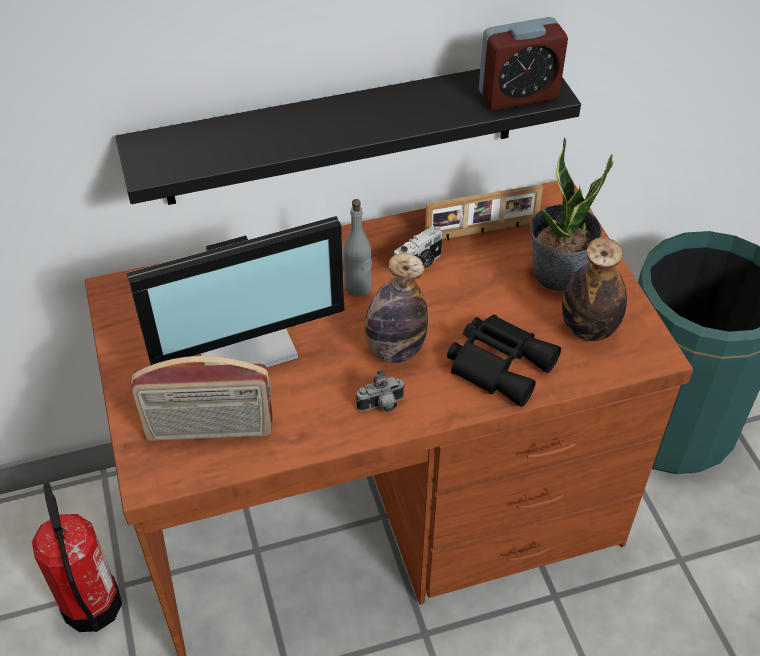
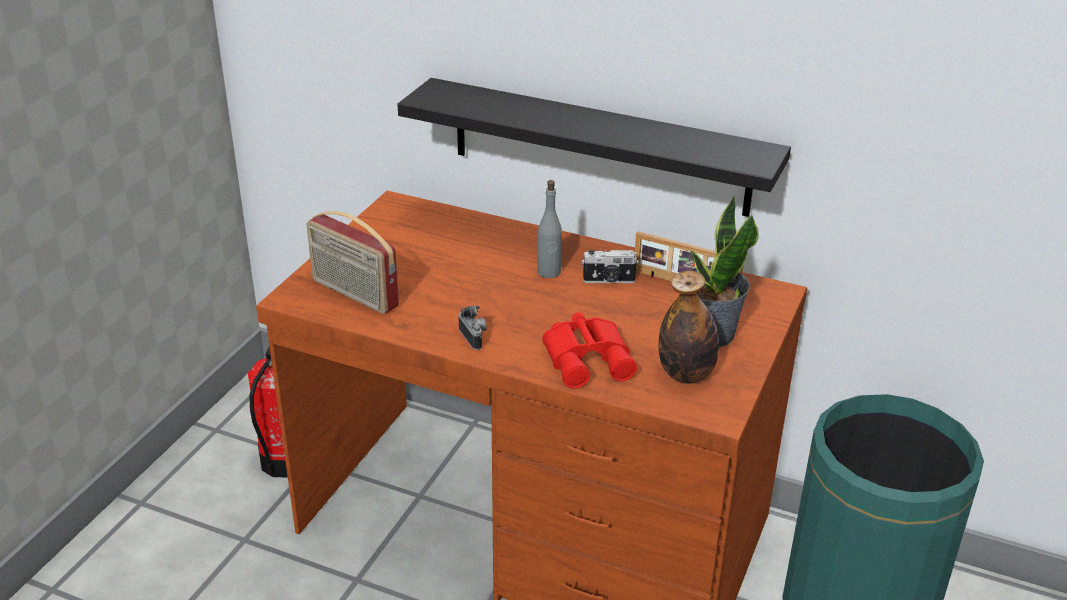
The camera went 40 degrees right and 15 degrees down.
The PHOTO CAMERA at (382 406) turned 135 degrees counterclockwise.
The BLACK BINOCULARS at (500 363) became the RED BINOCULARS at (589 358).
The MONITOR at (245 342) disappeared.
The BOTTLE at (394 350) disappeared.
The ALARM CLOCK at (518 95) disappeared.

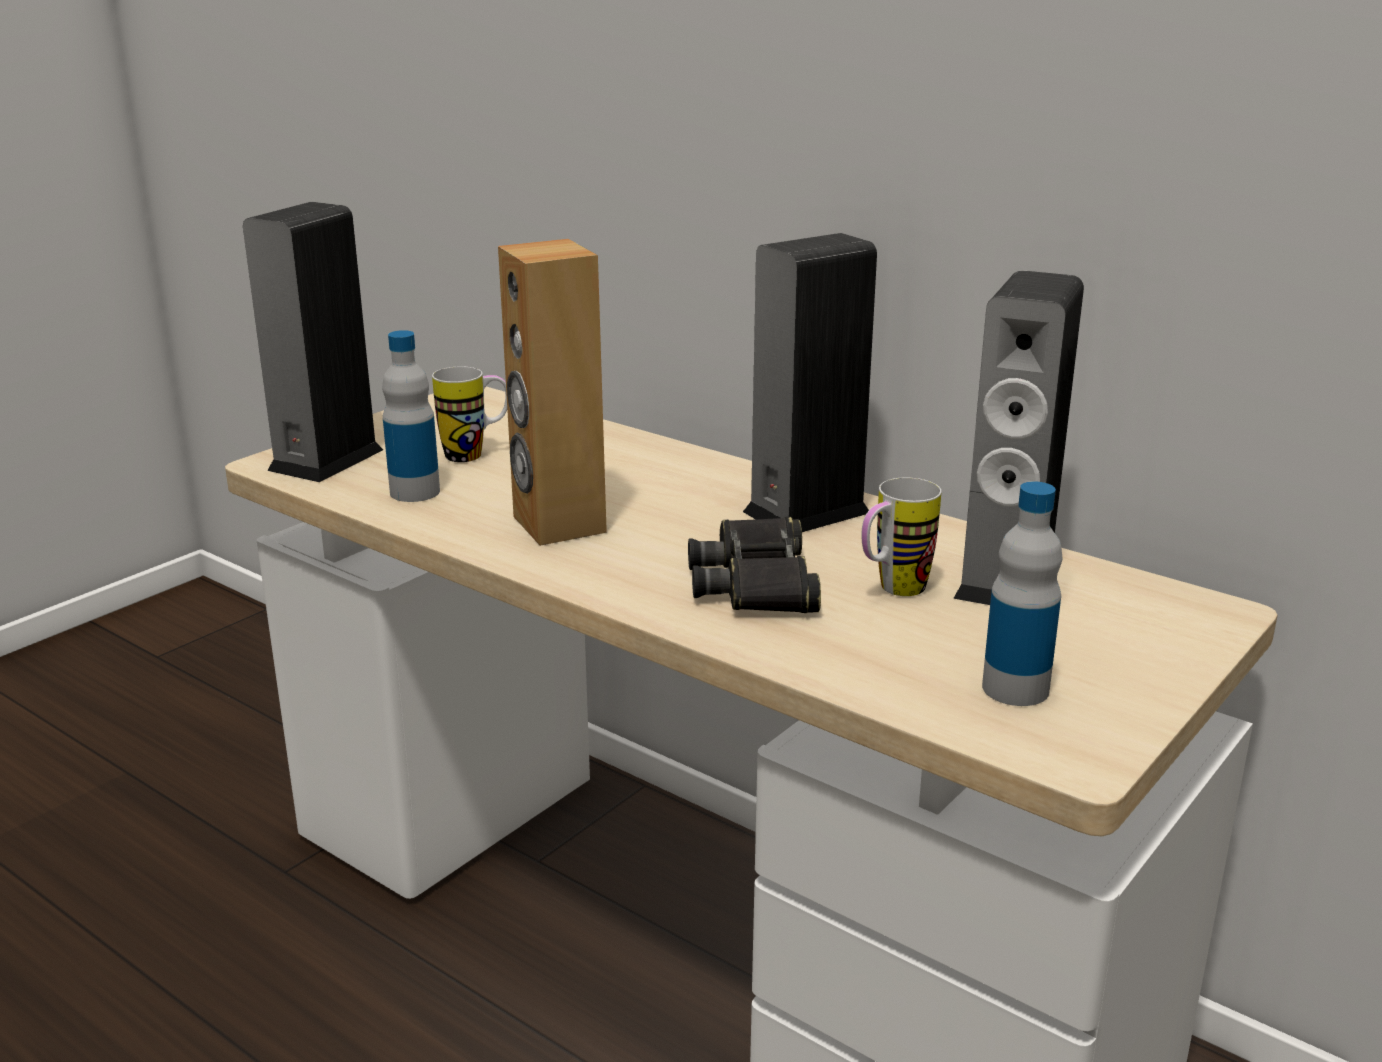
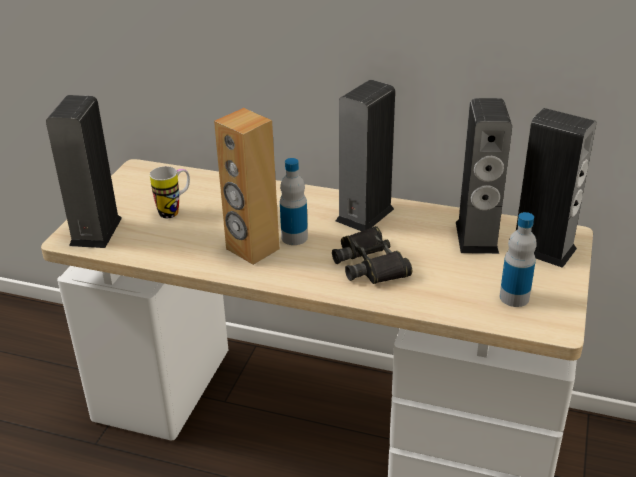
The camera went 20 degrees left and 10 degrees up.
The BOTTLE moved from (415 492) to (294 237).
The SPEAKER at (542 249) appeared.
The MUG at (892 591) disappeared.

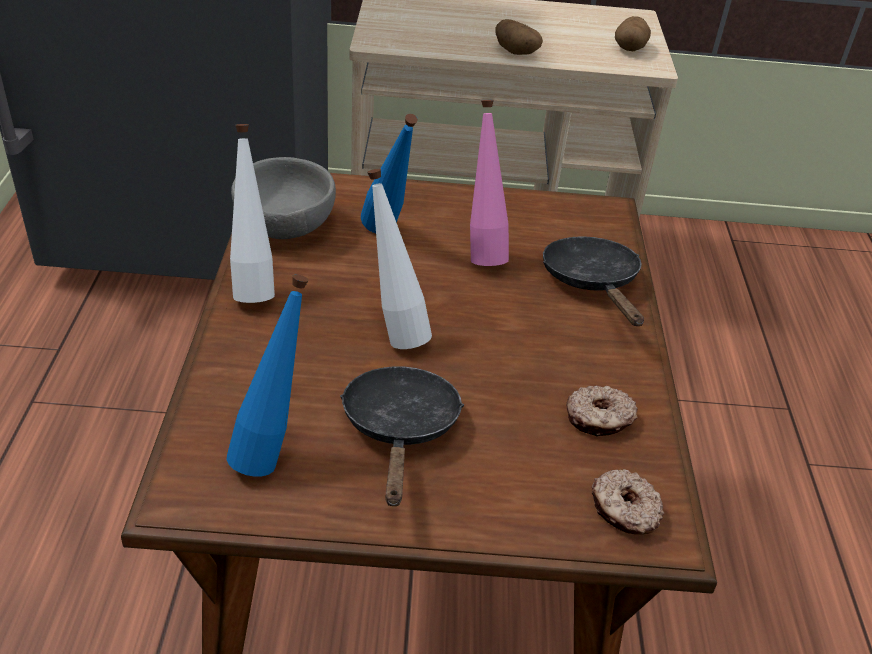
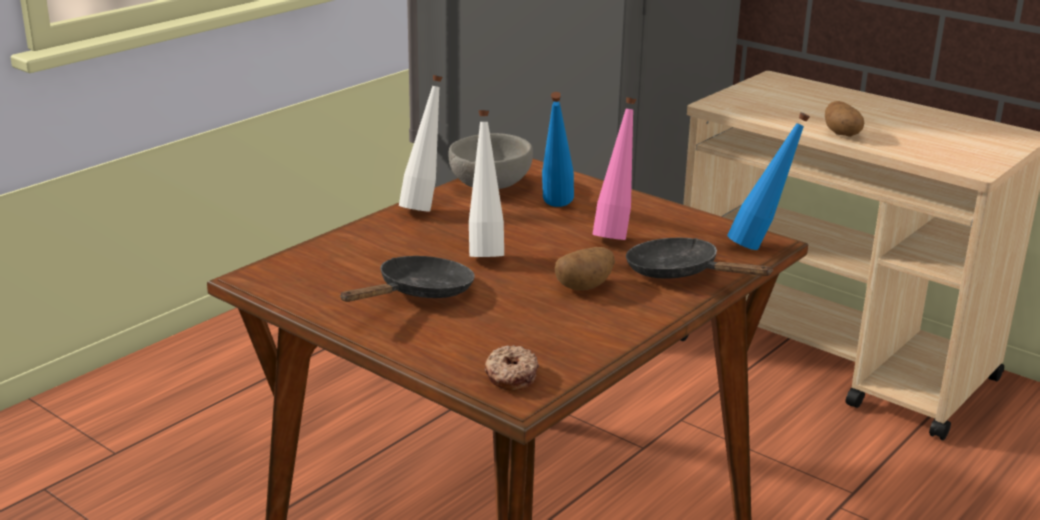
The camera went 40 degrees right and 15 degrees down.
The POTATO moved from (629 47) to (585 286).
The BLACK FRYING PAN at (592 282) turned 75 degrees counterclockwise.
The BLUE BOTTLE moved from (273 451) to (761 245).
The DONUT at (599 419) disappeared.

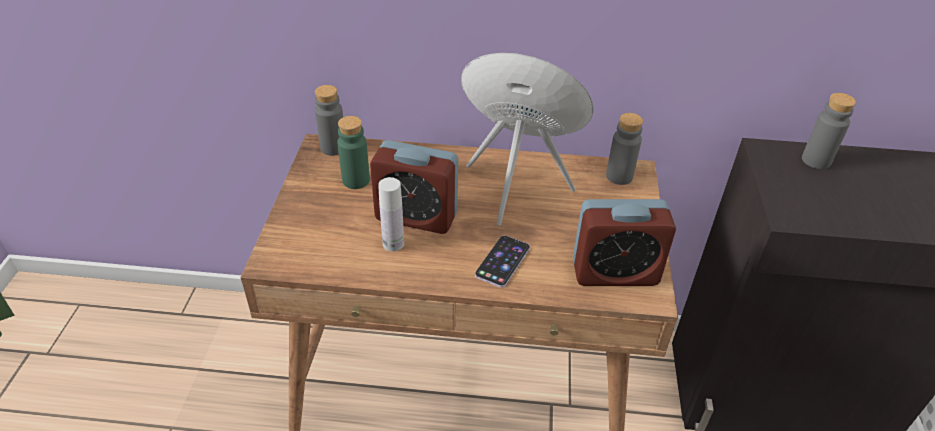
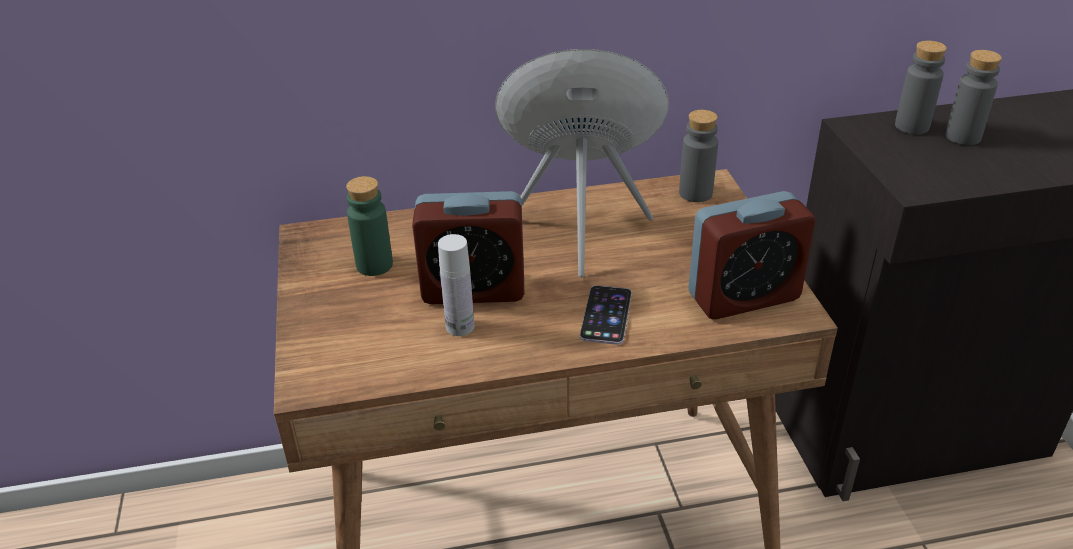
The camera went 15 degrees left and 5 degrees down.
The GREY BOTTLE moved from (333 148) to (963 137).

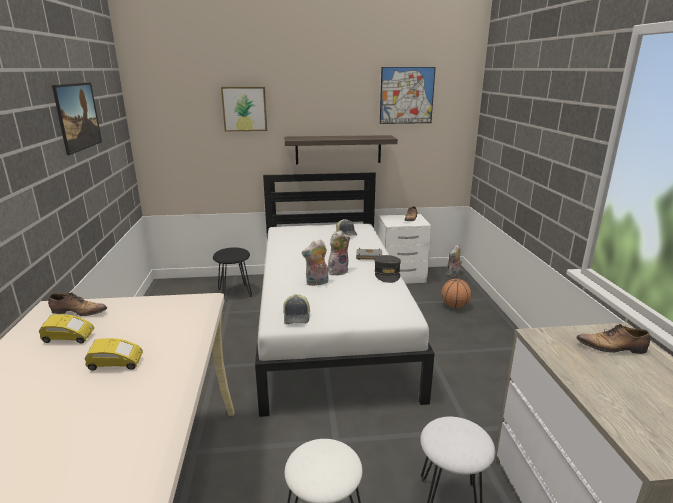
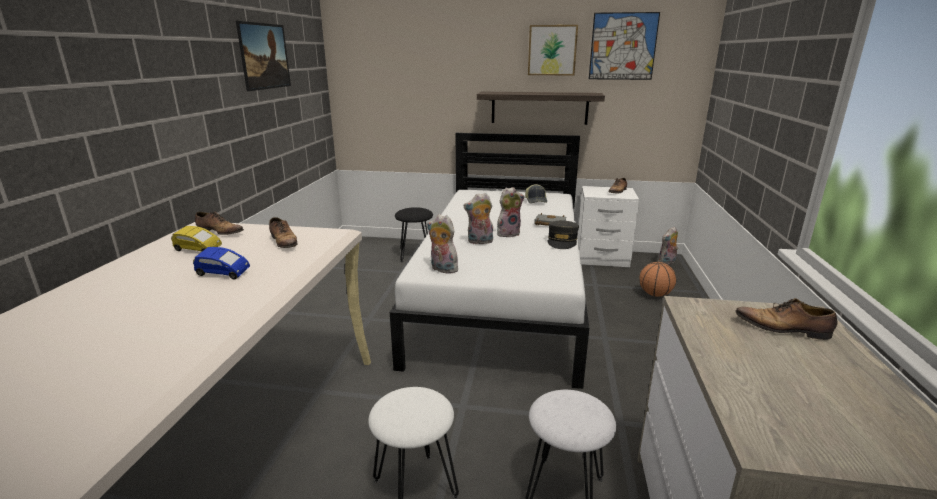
The camera went 15 degrees right and 0 degrees up.
The YELLOW TOY CAR at (115 365) became the BLUE TOY CAR at (222 274).
The SHOE at (284 242) appeared.
The CAP at (297 317) was replaced by the PLUSH TOY at (442 269).
The PICTURE moved from (244 109) to (552 50).

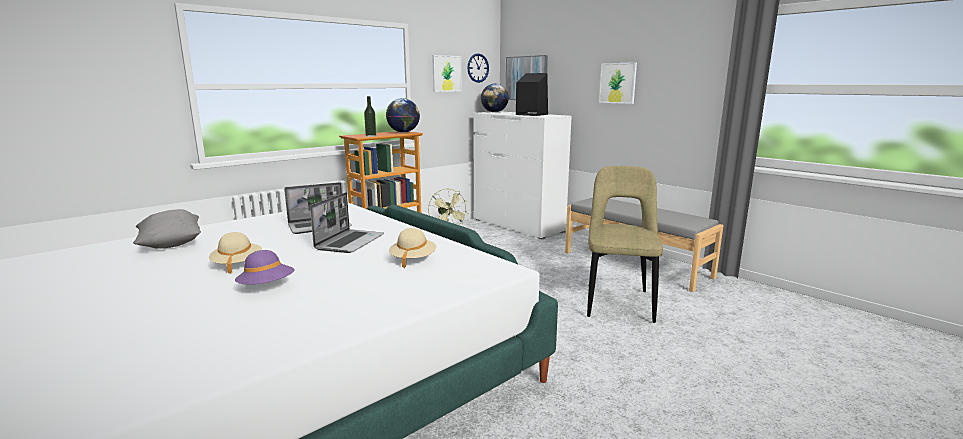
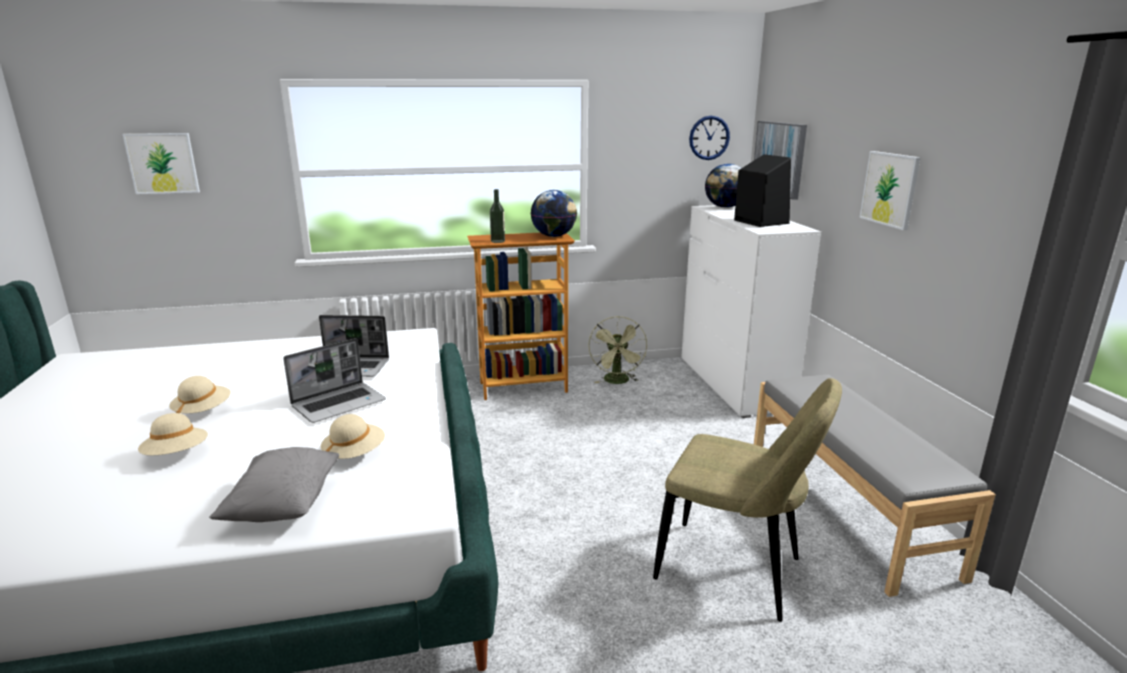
The camera went 30 degrees right and 5 degrees up.
The PICTURE moved from (446 73) to (162 163).
The PURPLE HAT at (267 287) became the BEIGE HAT at (177 455).
The GREY PILLOW moved from (171 244) to (283 506).
The BEIGE CHAIR at (618 301) turned 75 degrees clockwise.

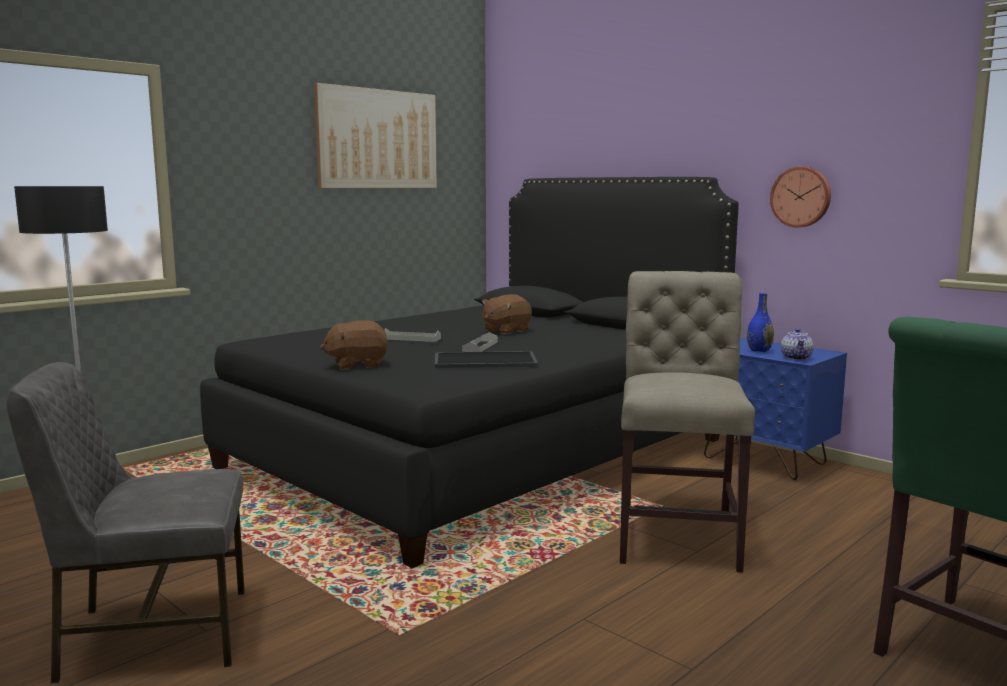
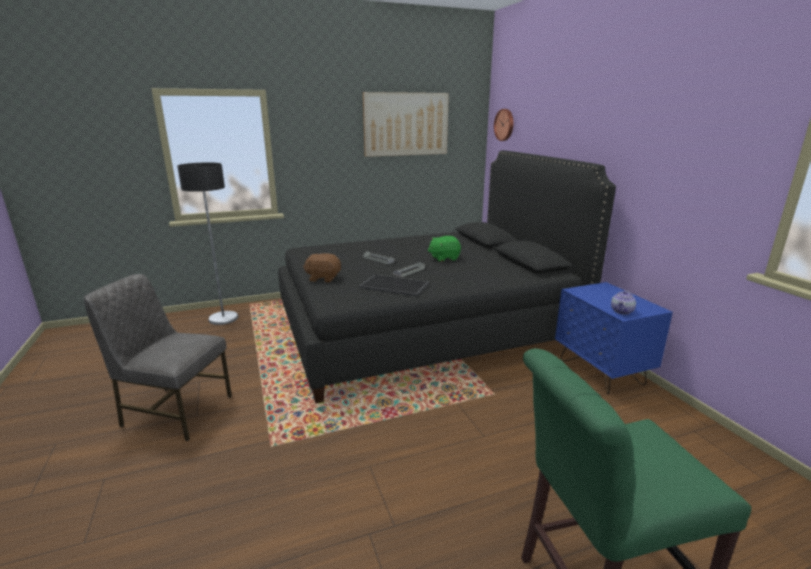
The camera went 25 degrees right and 10 degrees up.
The BROWN PLUSH TOY at (505 331) became the GREEN PLUSH TOY at (444 258).
The WALL CLOCK moved from (801 197) to (505 125).
The BEIGE CHAIR at (678 534) disappeared.
The BLUE VASE at (759 351) disappeared.

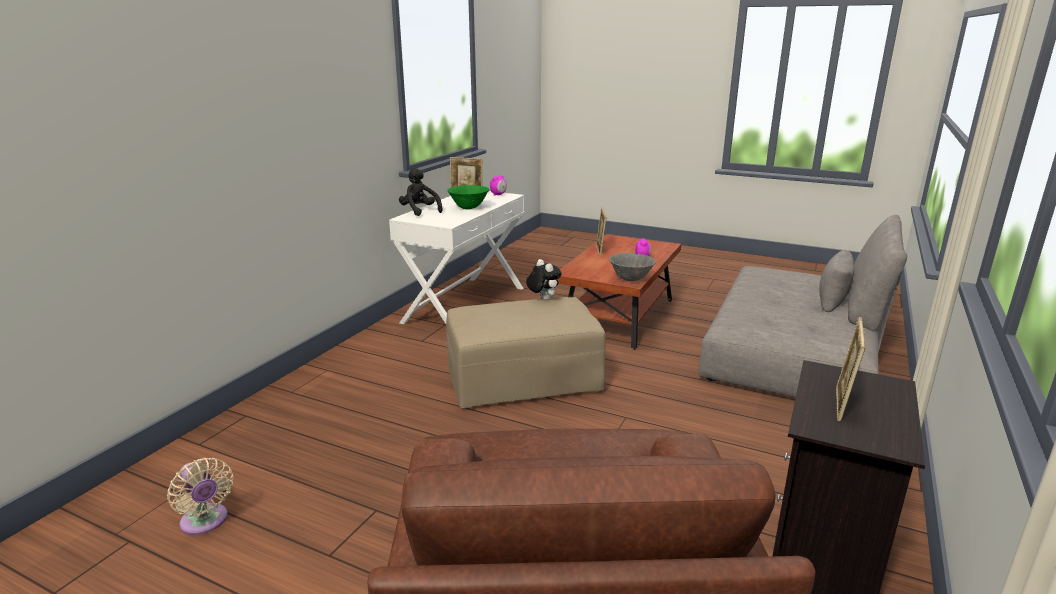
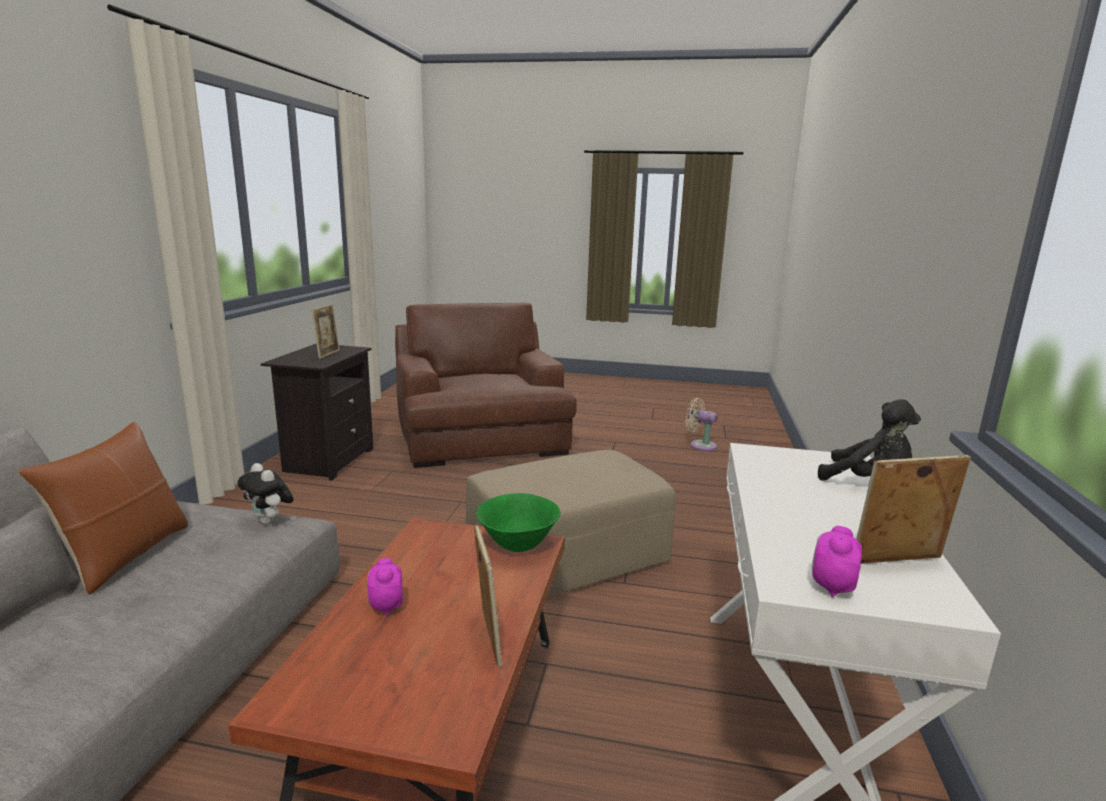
The camera went 165 degrees right and 5 degrees down.
The BROWN PILLOW at (125 555) appeared.
The PLUSH TOY moved from (543 299) to (269 521).
The GREEN BOWL moved from (468 208) to (518 546).
The GREY BOWL at (630 279) disappeared.

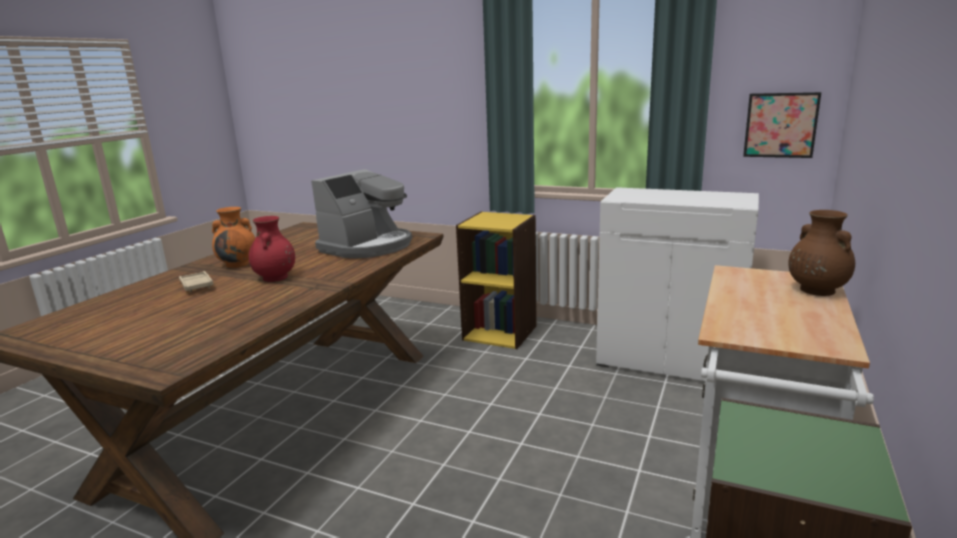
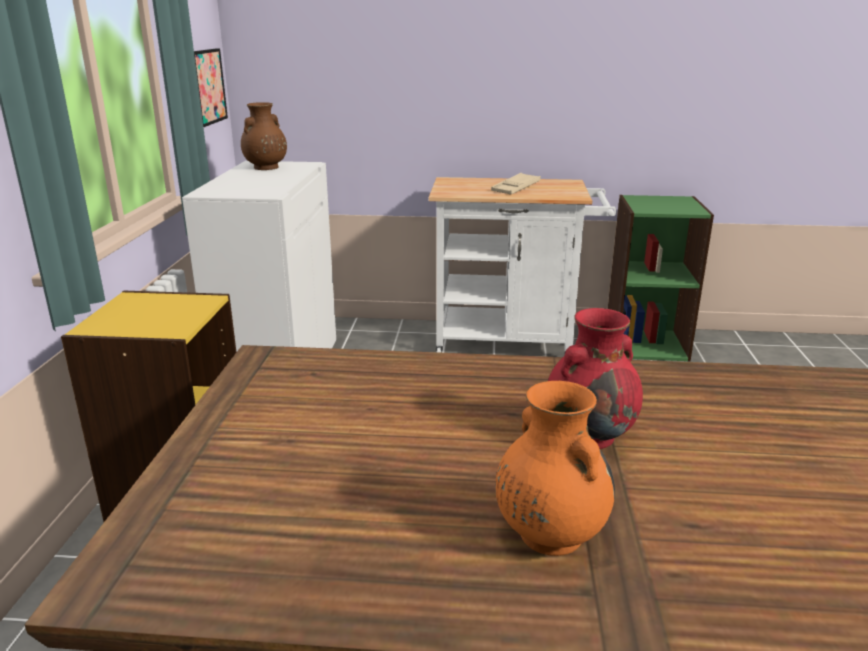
The camera went 110 degrees left and 5 degrees up.
The BROWN VASE moved from (816 290) to (265 168).
The BEIGE TRAY moved from (196 285) to (516 188).
The COFFEE MACHINE at (368 246) disappeared.

